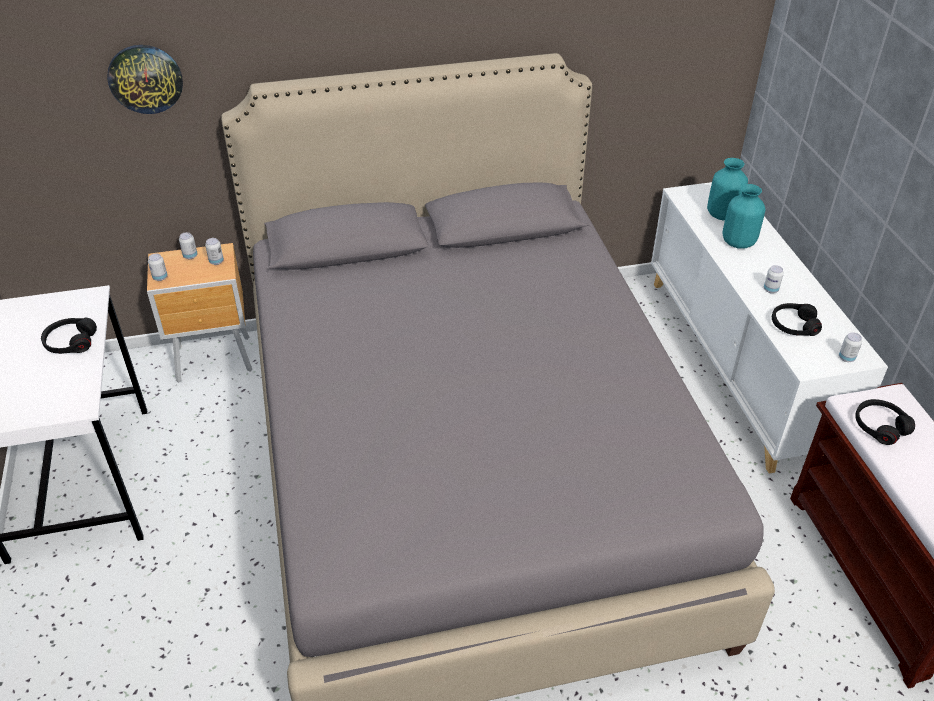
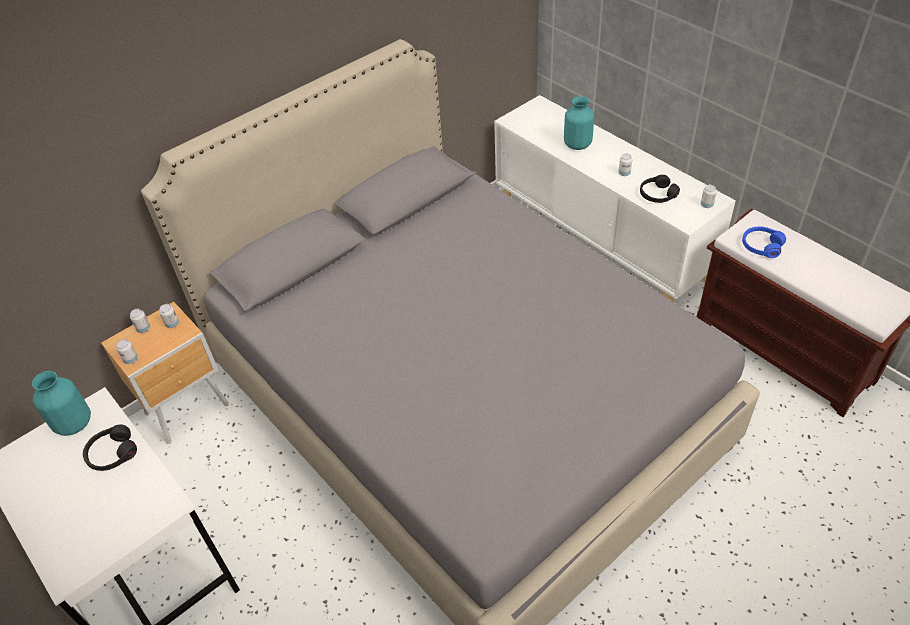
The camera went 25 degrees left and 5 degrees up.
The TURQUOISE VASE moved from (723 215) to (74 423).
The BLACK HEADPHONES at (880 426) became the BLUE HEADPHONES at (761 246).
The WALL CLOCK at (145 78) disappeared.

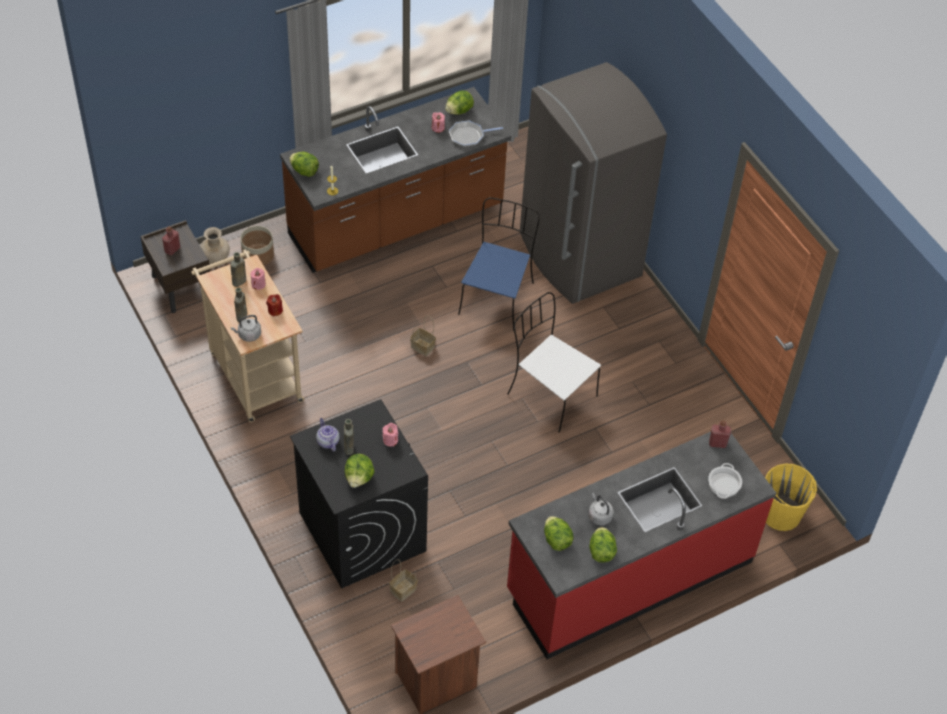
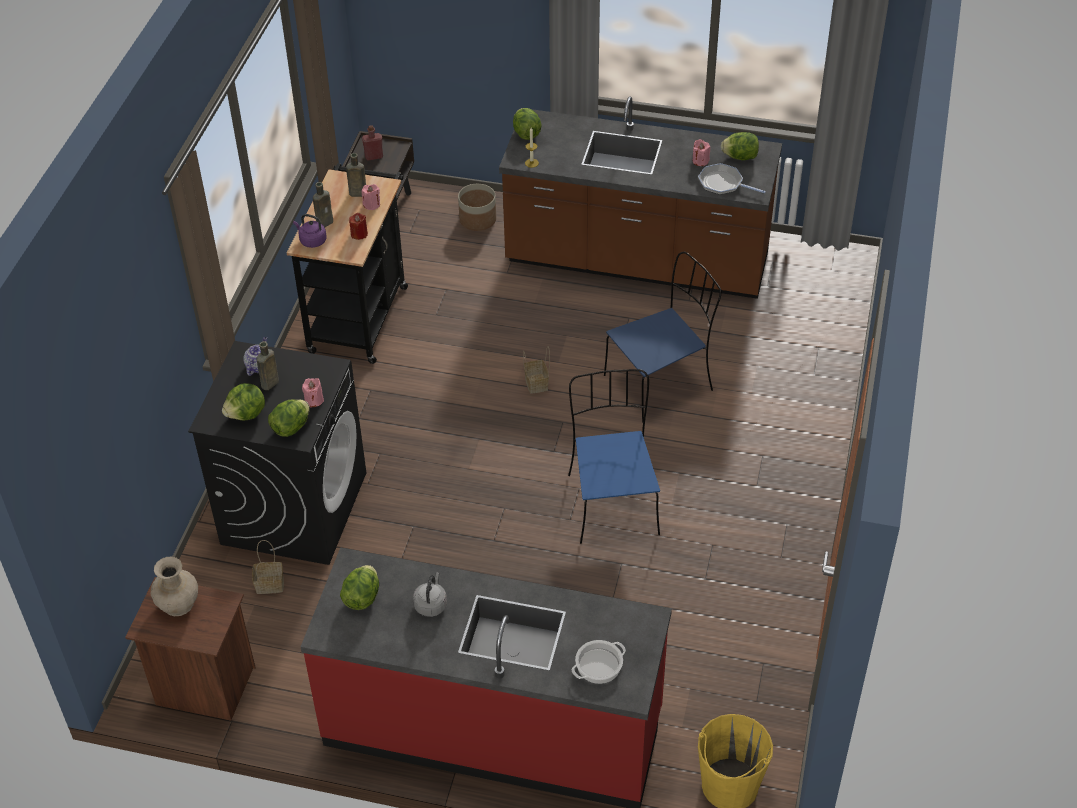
The camera went 45 degrees right and 5 degrees down.
The BEIGE VASE moved from (215 259) to (177 604).
The LETTUCE moved from (601 552) to (291 427).
The BEIGE CART at (253 372) became the BLACK CART at (360 313).
The GREY KETTLE at (248 335) became the PURPLE KETTLE at (311 241).
The WHITE CHAIR at (550 394) became the BLUE CHAIR at (612 502).
The GREY FRIDGE at (578 256) disappeared.
The RED BOTTLE at (717 443) disappeared.

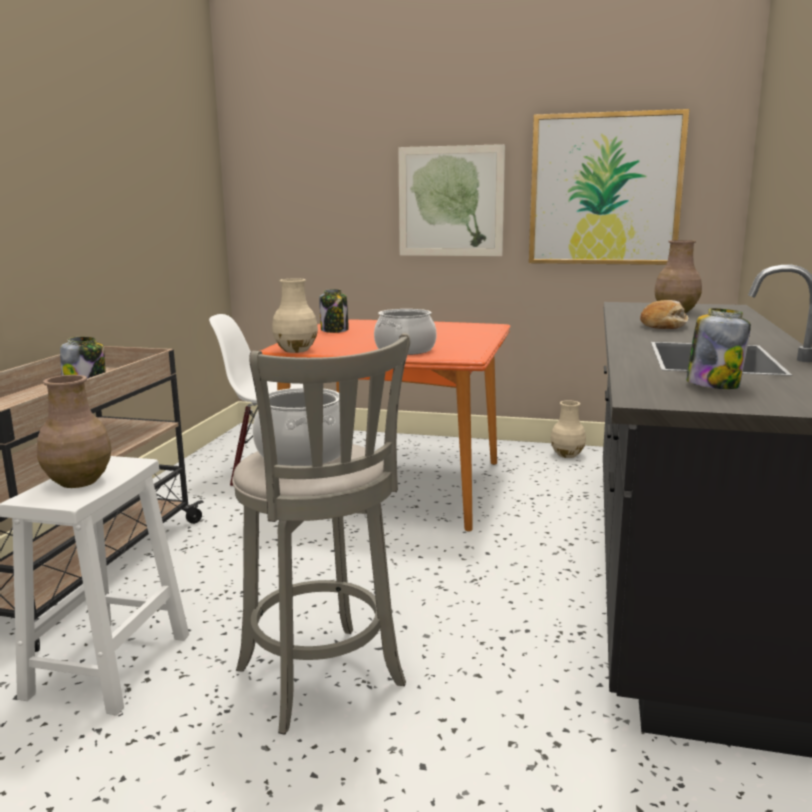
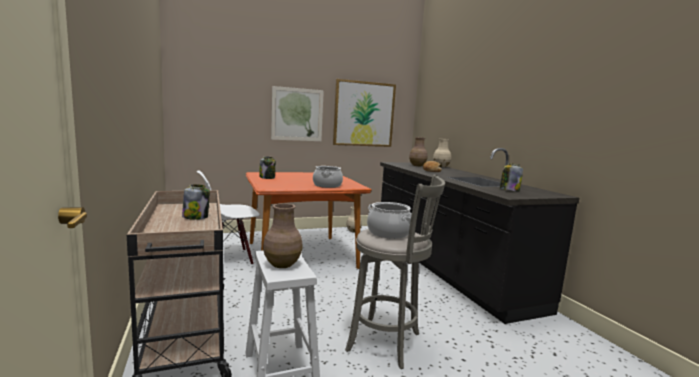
The camera went 35 degrees left and 5 degrees down.
The BEIGE VASE moved from (296 350) to (441 166).

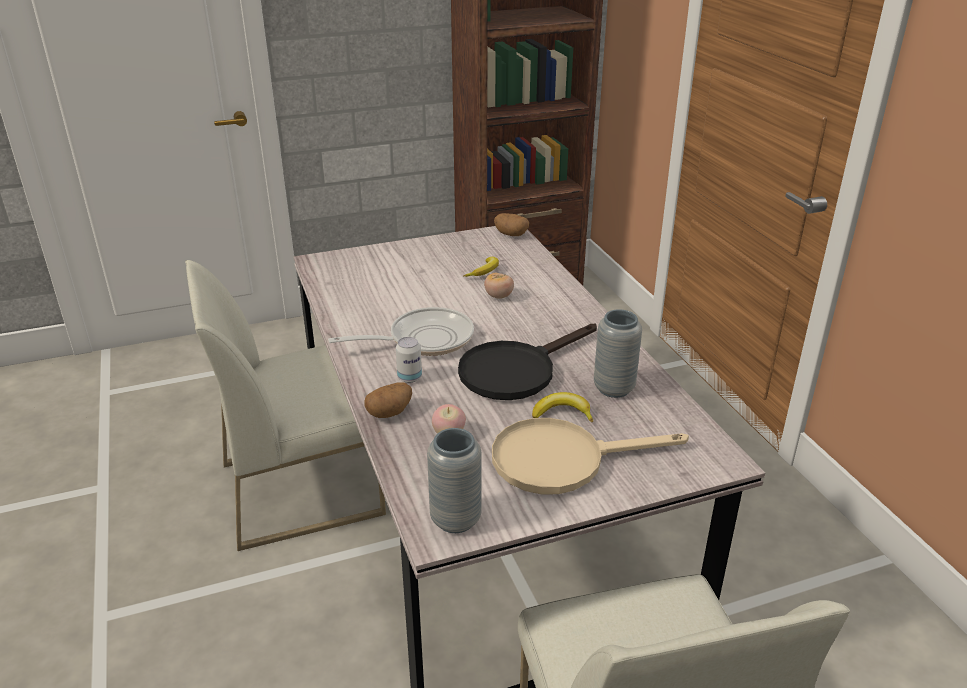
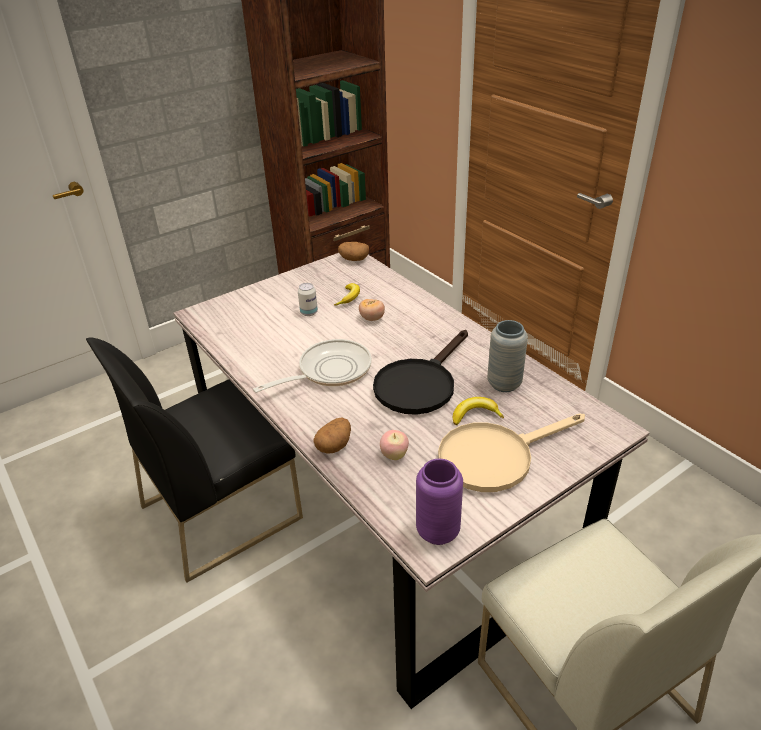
The camera went 15 degrees left and 5 degrees up.
The WHITE CHAIR at (303 487) became the BLACK CHAIR at (221 510).
The CAN moved from (409 378) to (309 312).
The GREY VASE at (455 519) became the PURPLE VASE at (438 531).

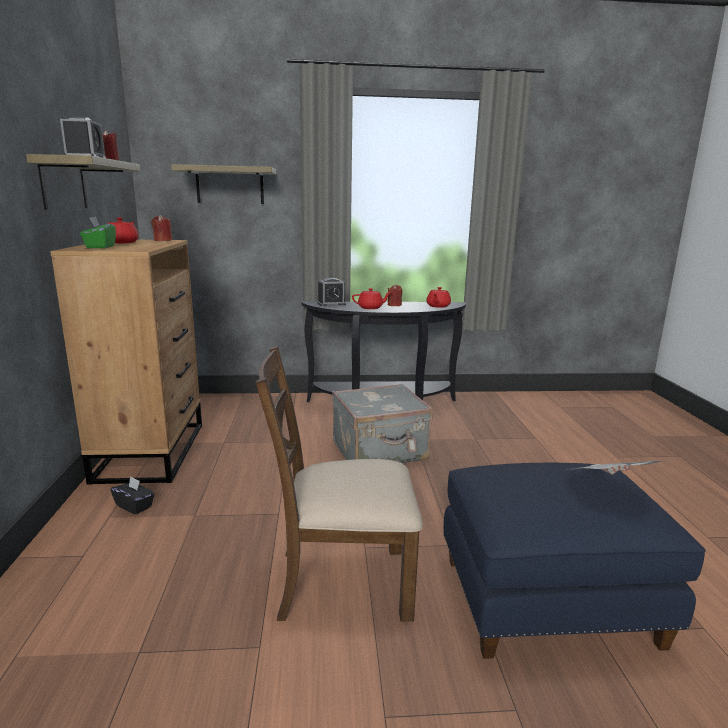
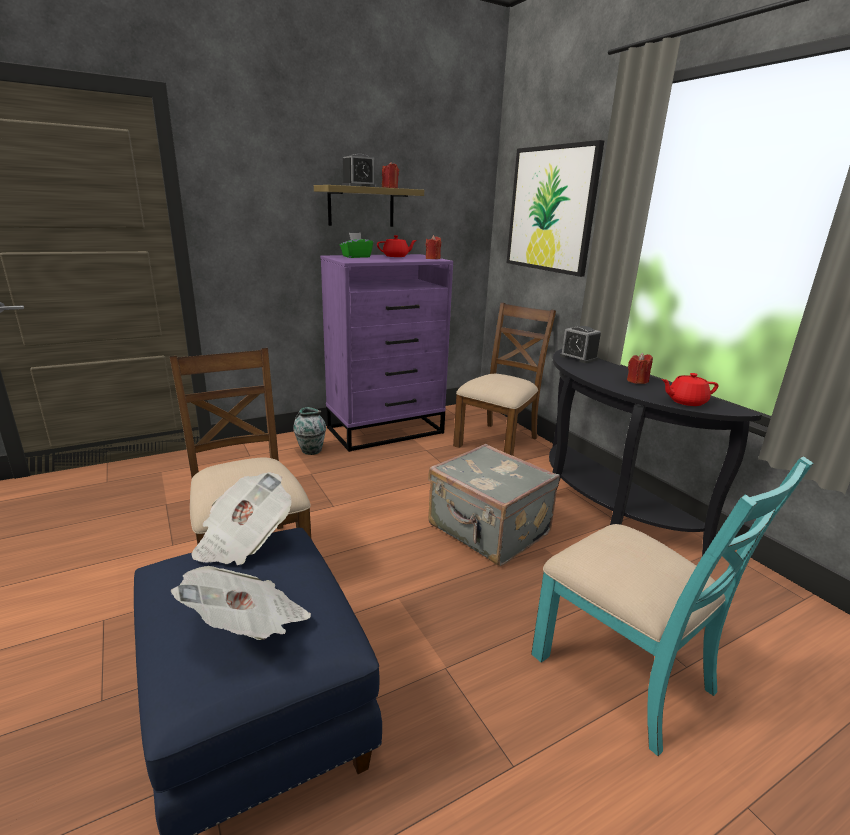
The camera went 65 degrees right and 5 degrees up.
The NEWSPAPER at (243 540) appeared.
The BLACK TISSUE BOX at (134 506) was replaced by the VASE at (310 450).
The BROWN DRESSER at (152 451) became the PURPLE DRESSER at (386 430).
The BROWN CHAIR at (498 441) appeared.
The SHELF at (230 185) was replaced by the PICTURE at (551 209).
The TURQUOISE CHAIR at (624 672) appeared.
The RED TEAPOT at (371 308) disappeared.

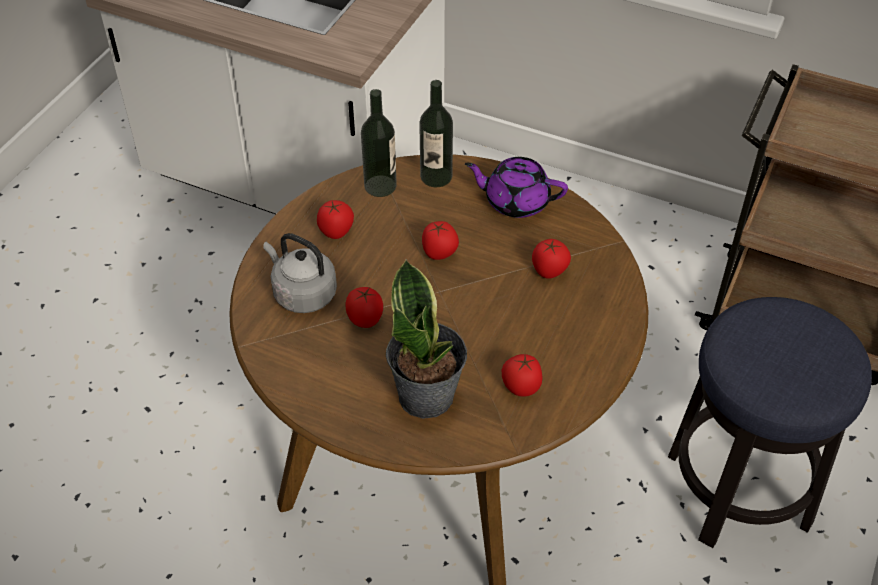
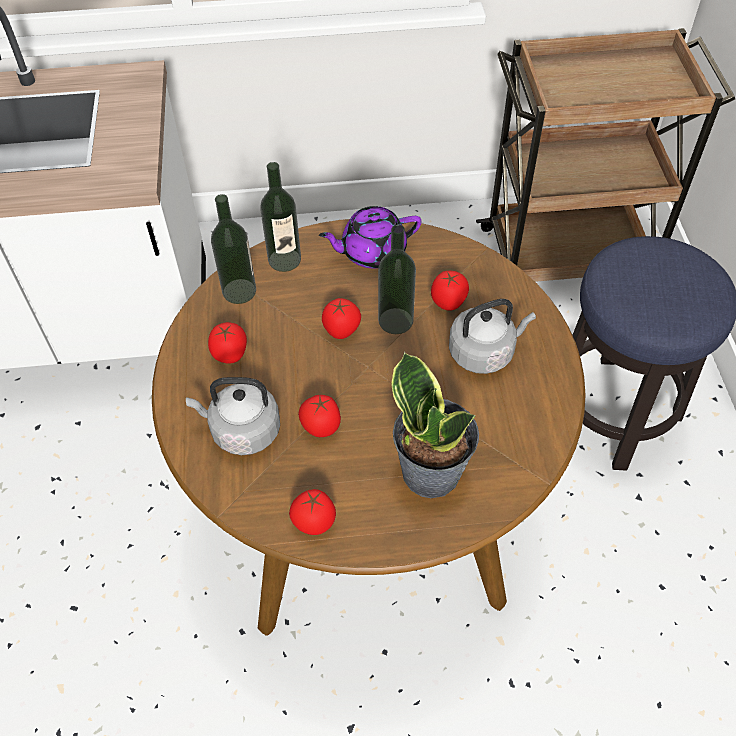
The camera went 30 degrees left and 5 degrees up.
The TOMATO moved from (521 387) to (314 522).
The BOTTLE at (395 321) appeared.
The GREY KETTLE at (484 352) appeared.

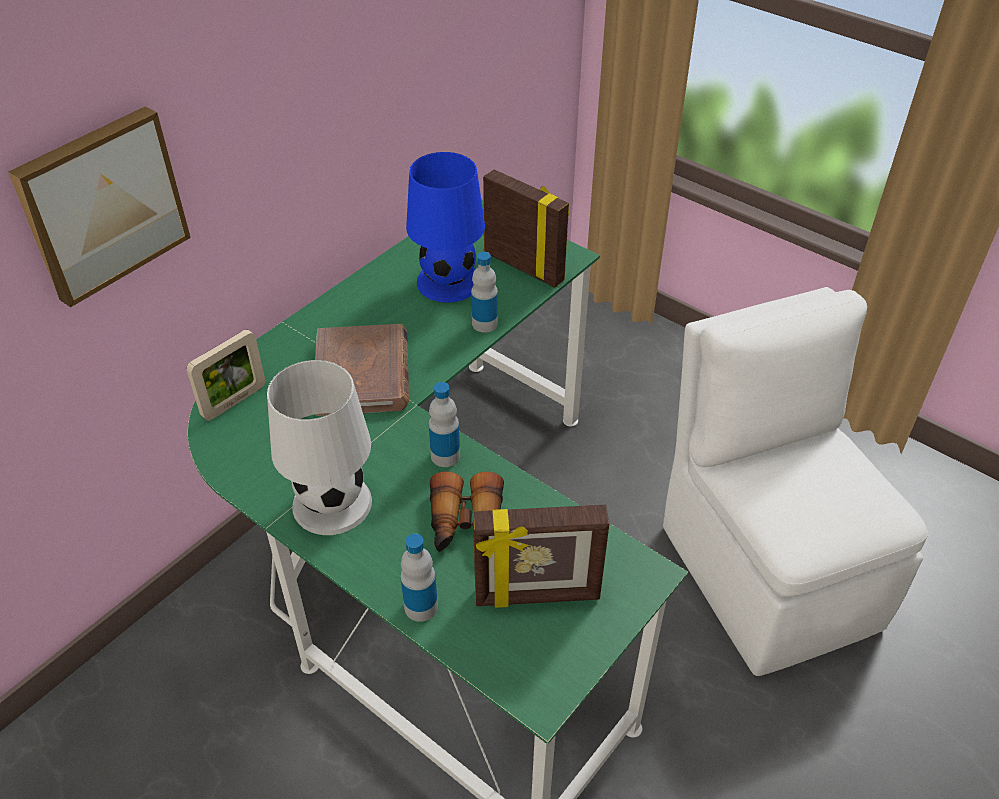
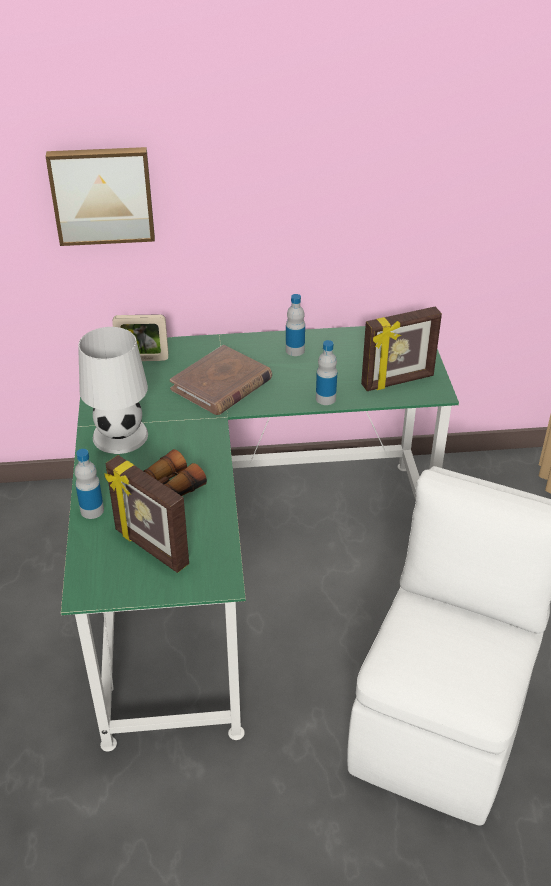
The camera went 45 degrees right and 5 degrees down.
The BOTTLE moved from (445 456) to (295 350).
The PICTURE FRAME at (524 266) turned 75 degrees clockwise.
The BLUE TABLE LAMP at (448 282) disappeared.

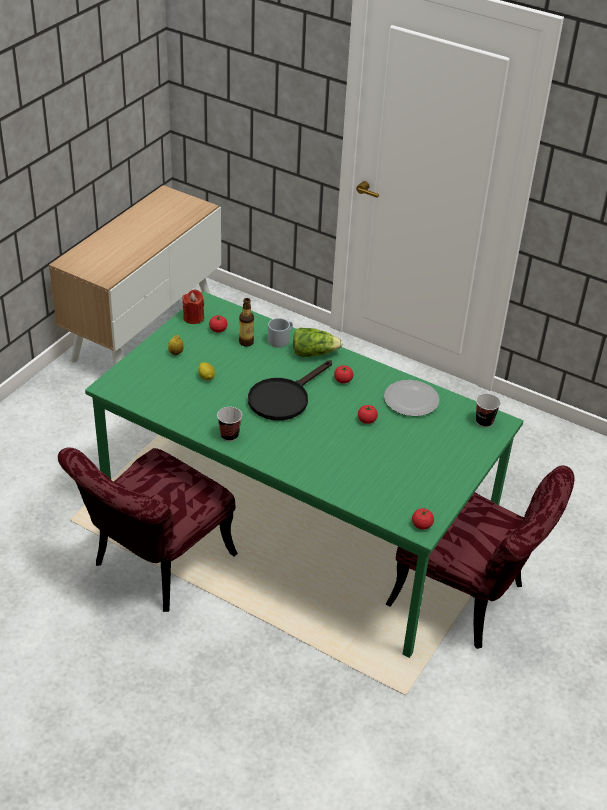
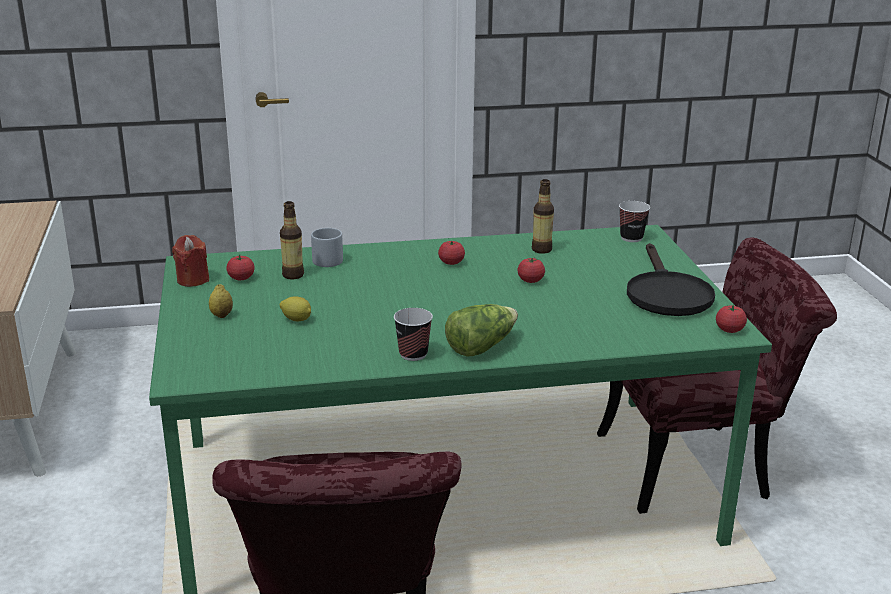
The camera went 40 degrees left and 15 degrees down.
The LETTUCE moved from (314 353) to (481 346).
The PLATE at (411 400) was replaced by the BOTTLE at (541 249).
The BLACK FRYING PAN moved from (284 398) to (666 293).

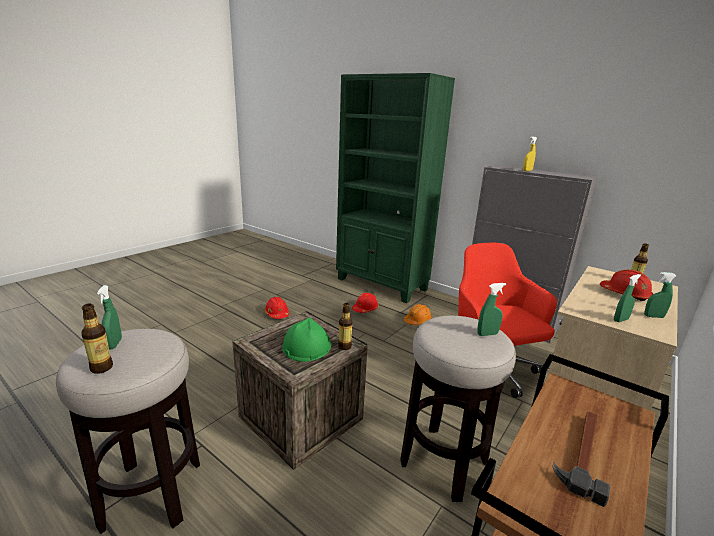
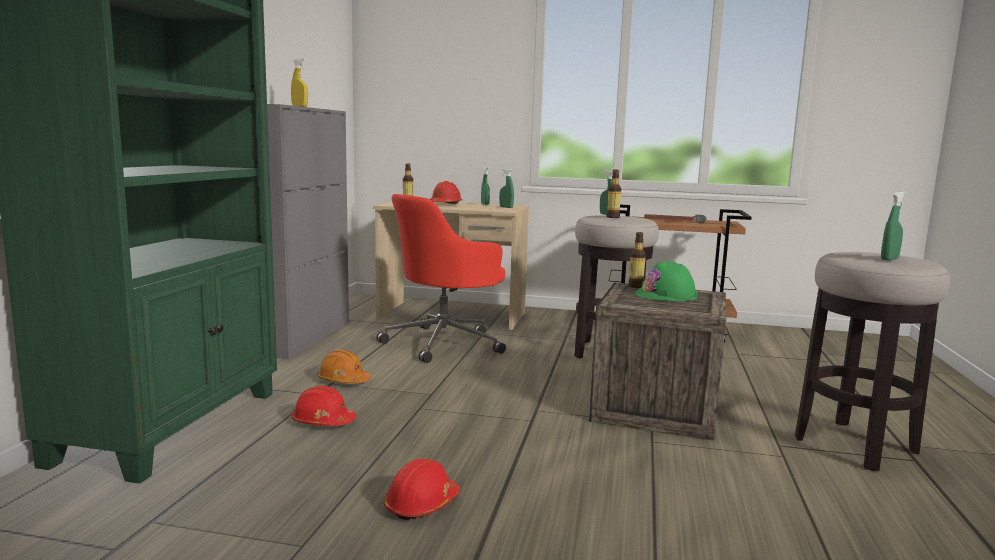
The camera went 115 degrees left and 10 degrees down.
The BOTTLE moved from (102 368) to (613 217).

